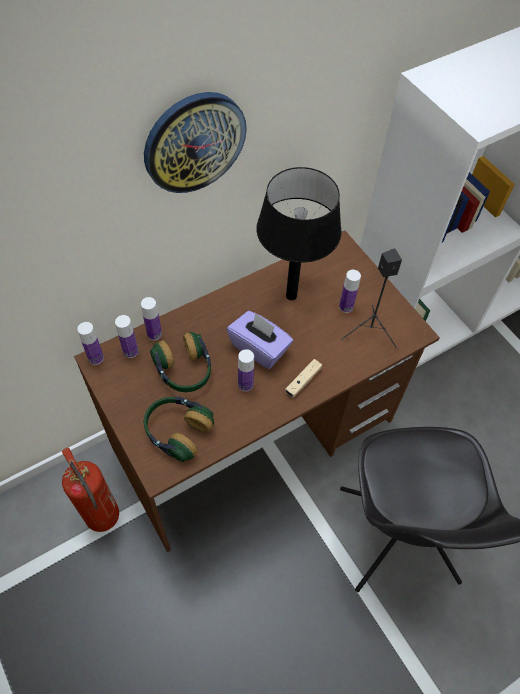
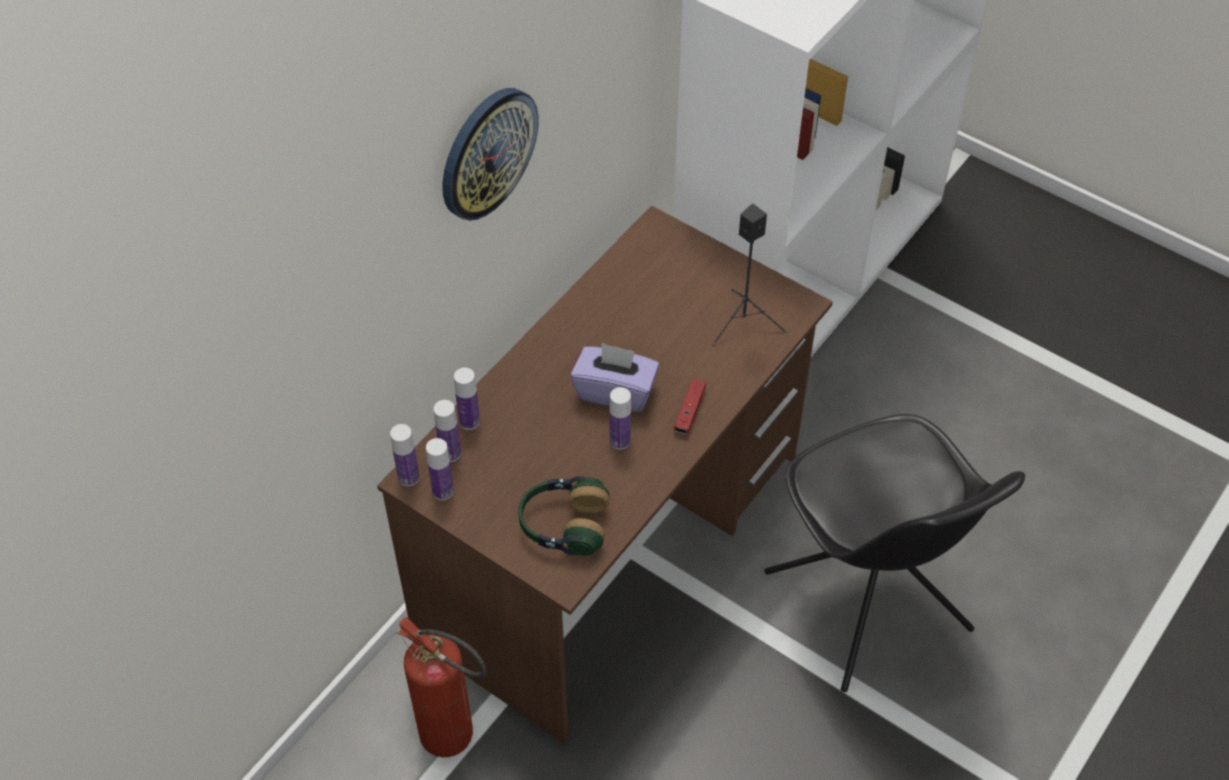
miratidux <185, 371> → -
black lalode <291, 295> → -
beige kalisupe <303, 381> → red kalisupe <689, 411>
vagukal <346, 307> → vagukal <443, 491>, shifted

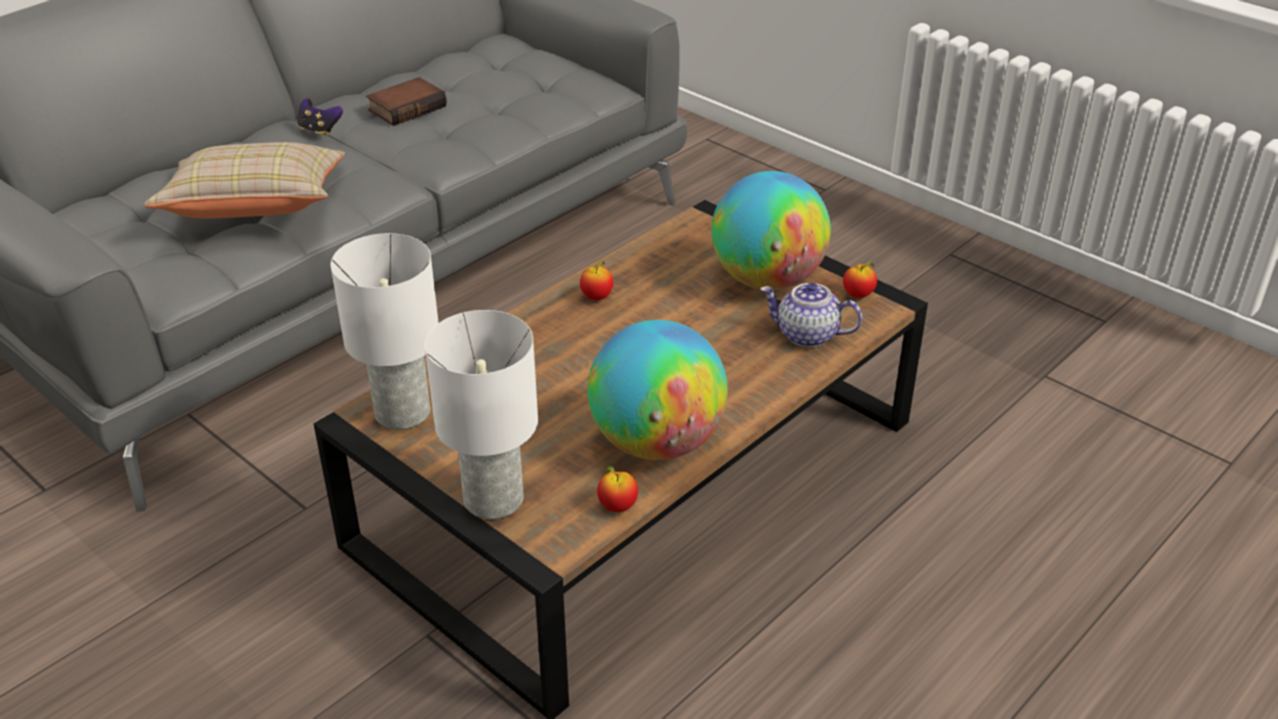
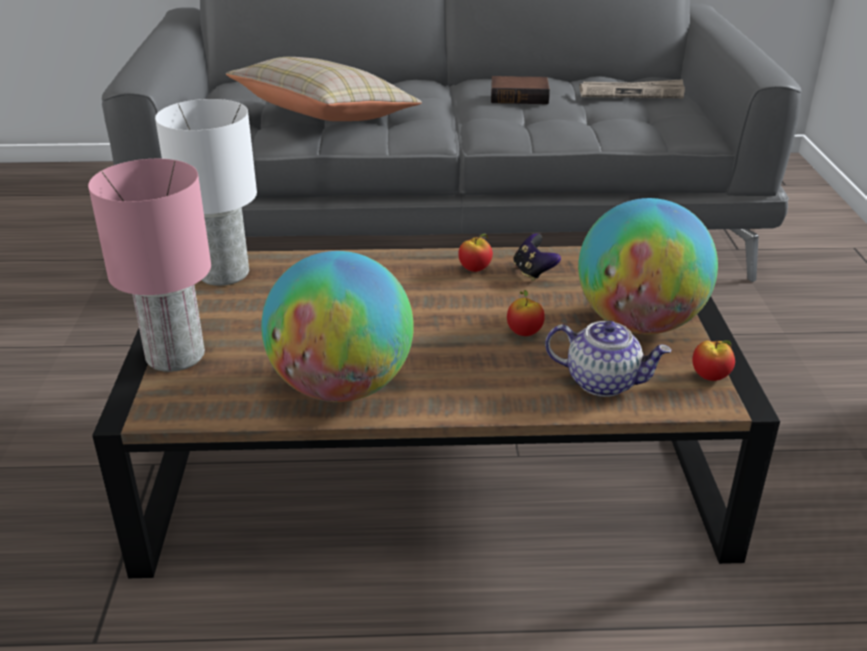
kalisupe <319, 130> → kalisupe <533, 272>, shifted
white lalode <492, 499> → pink lalode <175, 355>
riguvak <617, 506> → riguvak <524, 333>, shifted
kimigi <806, 335> → kimigi <603, 382>, 135 degrees clockwise
- → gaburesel <632, 93>

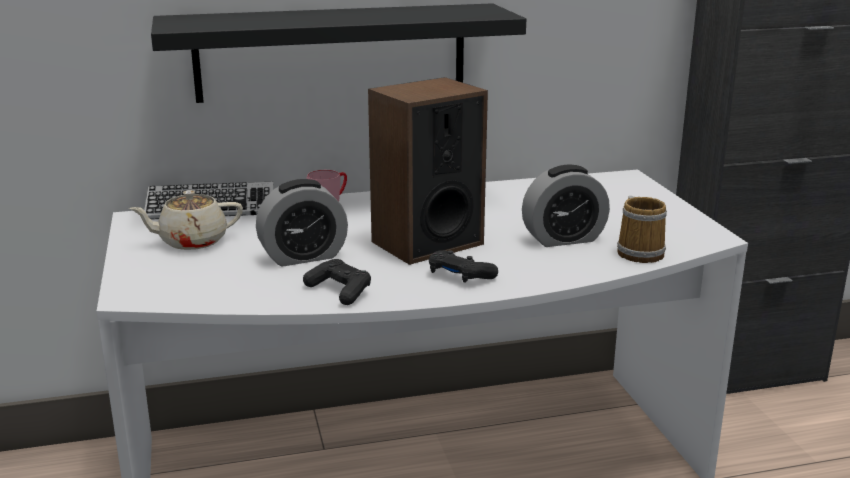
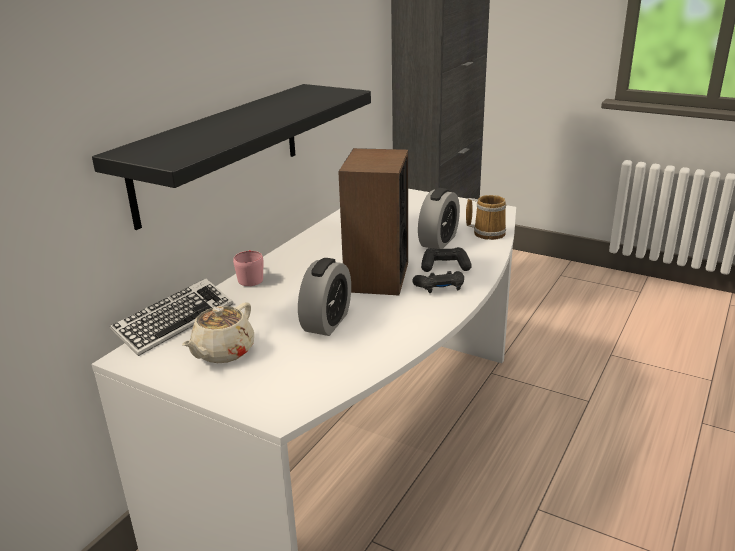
black kalisupe <339, 291> → black kalisupe <445, 266>, shifted

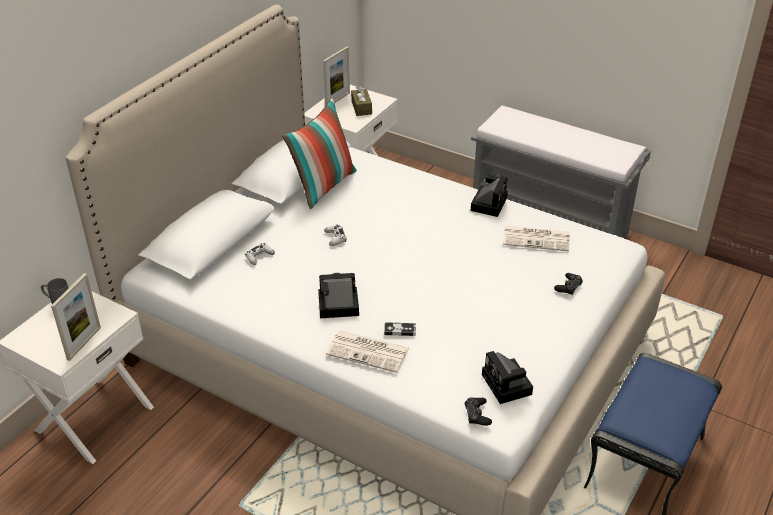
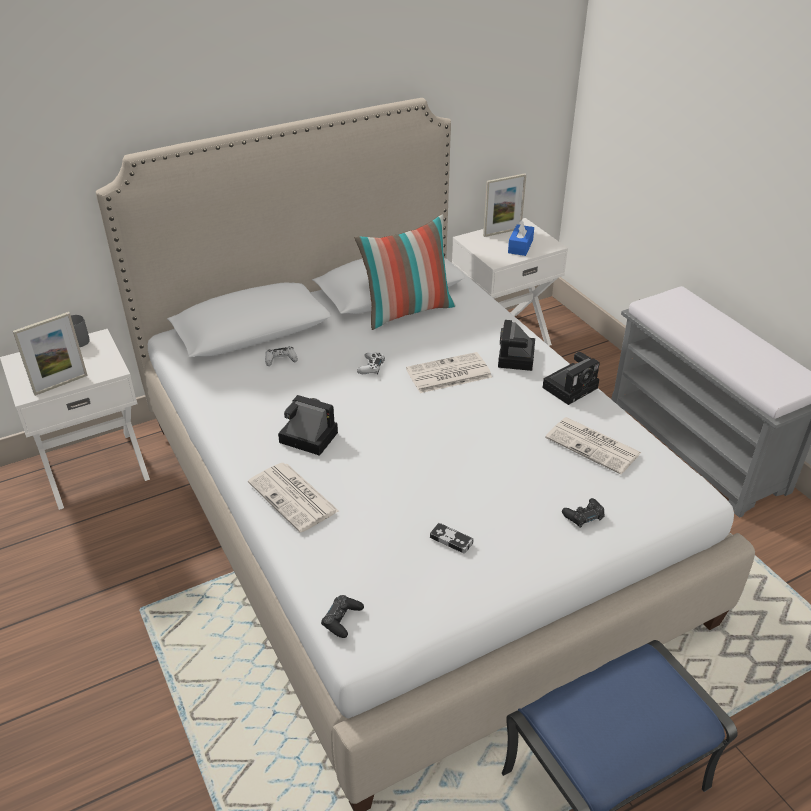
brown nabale <361, 108> → blue nabale <520, 246>
kalisupe <400, 330> → kalisupe <451, 540>, shifted
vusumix <508, 386> → vusumix <516, 358>, shifted
- → gaburesel <448, 374>

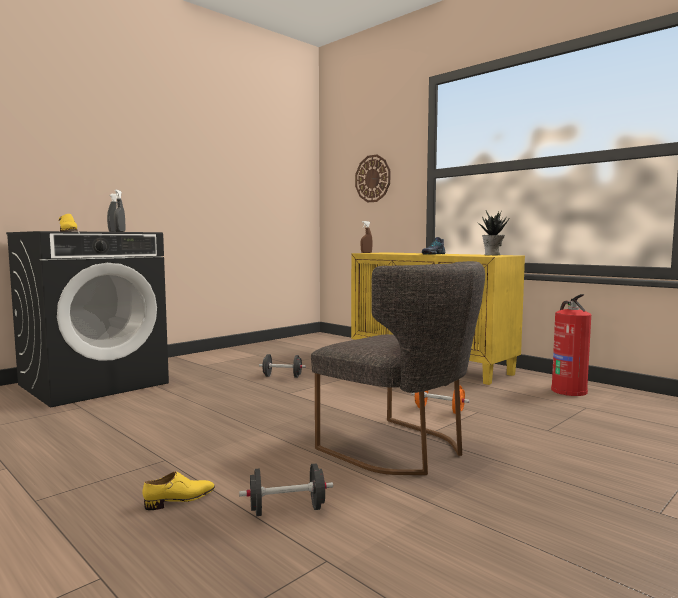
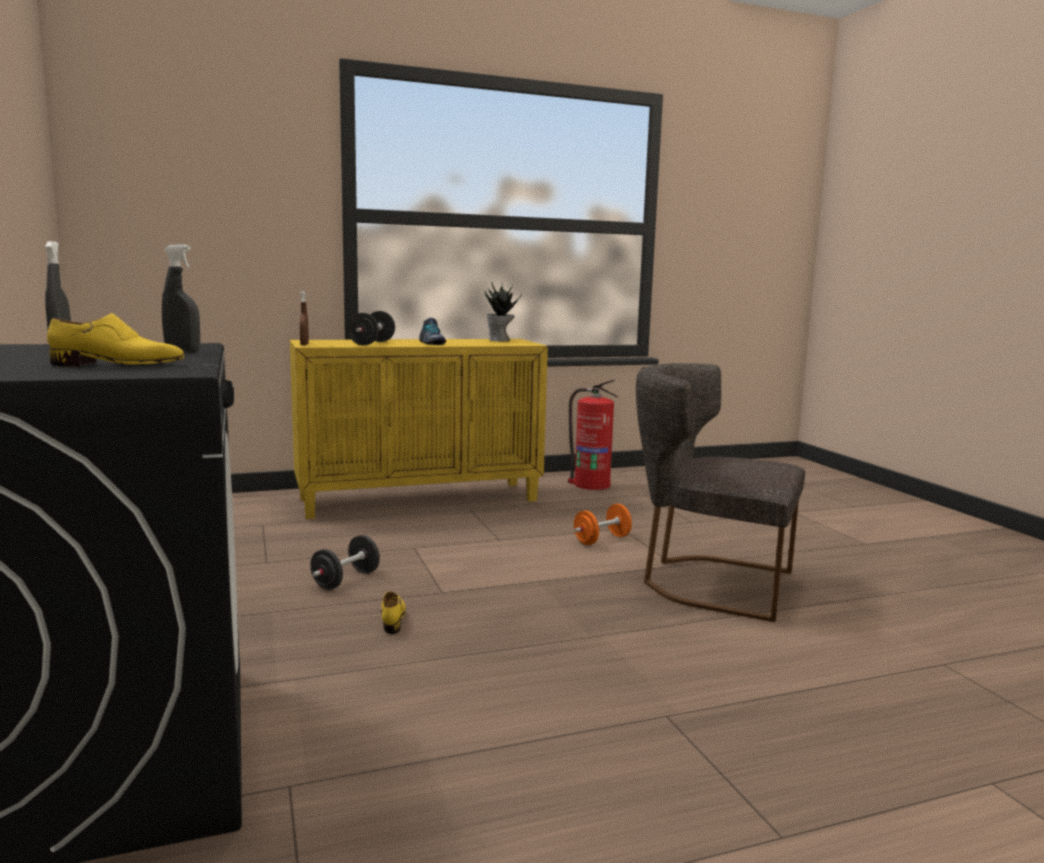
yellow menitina <180, 499> → yellow menitina <393, 618>, shifted
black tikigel <287, 510> → black tikigel <372, 343>, shifted
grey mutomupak <401, 450> → grey mutomupak <708, 582>, 135 degrees counterclockwise
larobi <373, 178> → -

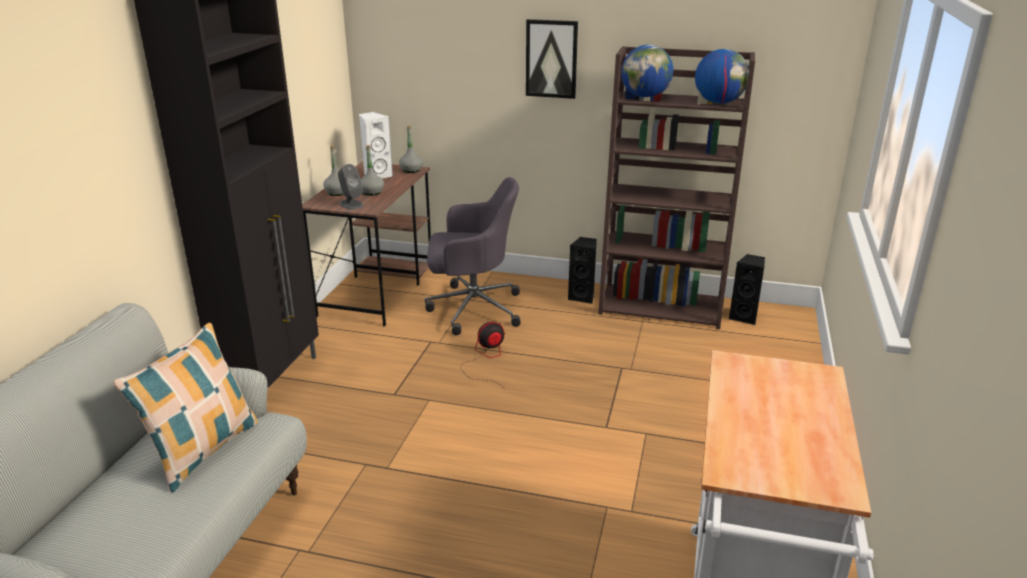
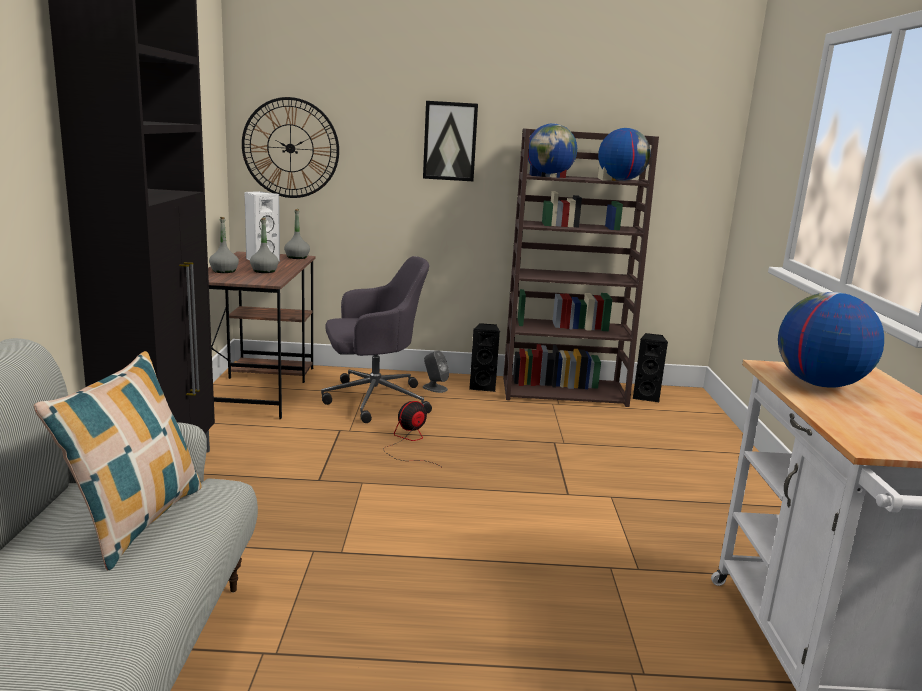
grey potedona <351, 204> → grey potedona <434, 388>, shifted
- → larobi <290, 148>
- → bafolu <819, 384>

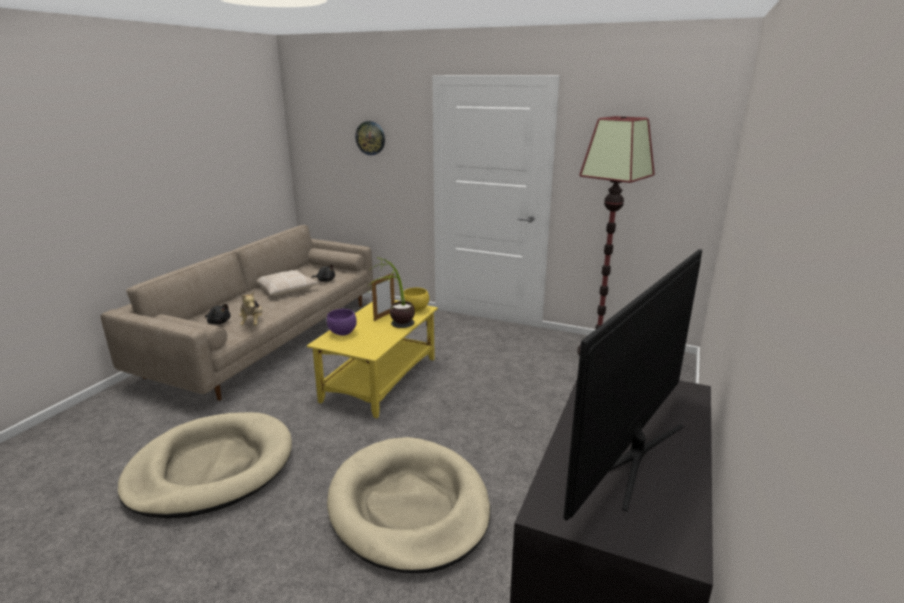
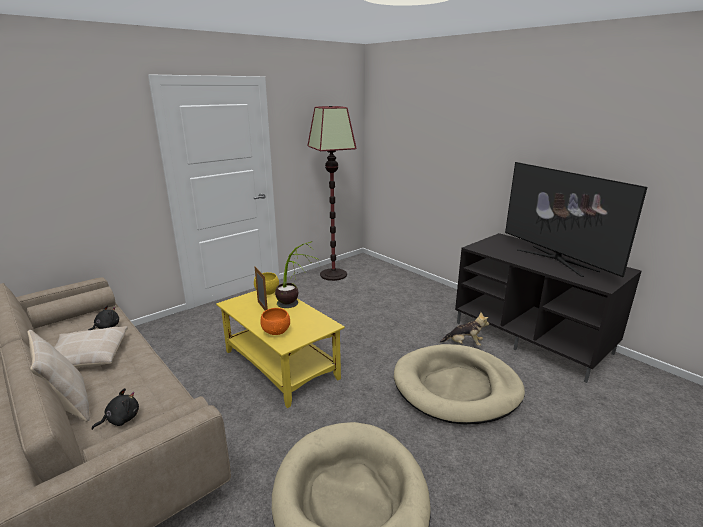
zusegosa <252, 323> → zusegosa <464, 344>, shifted
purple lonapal <343, 333> → orange lonapal <277, 332>
larobi <370, 138> → -
- → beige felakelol <68, 404>

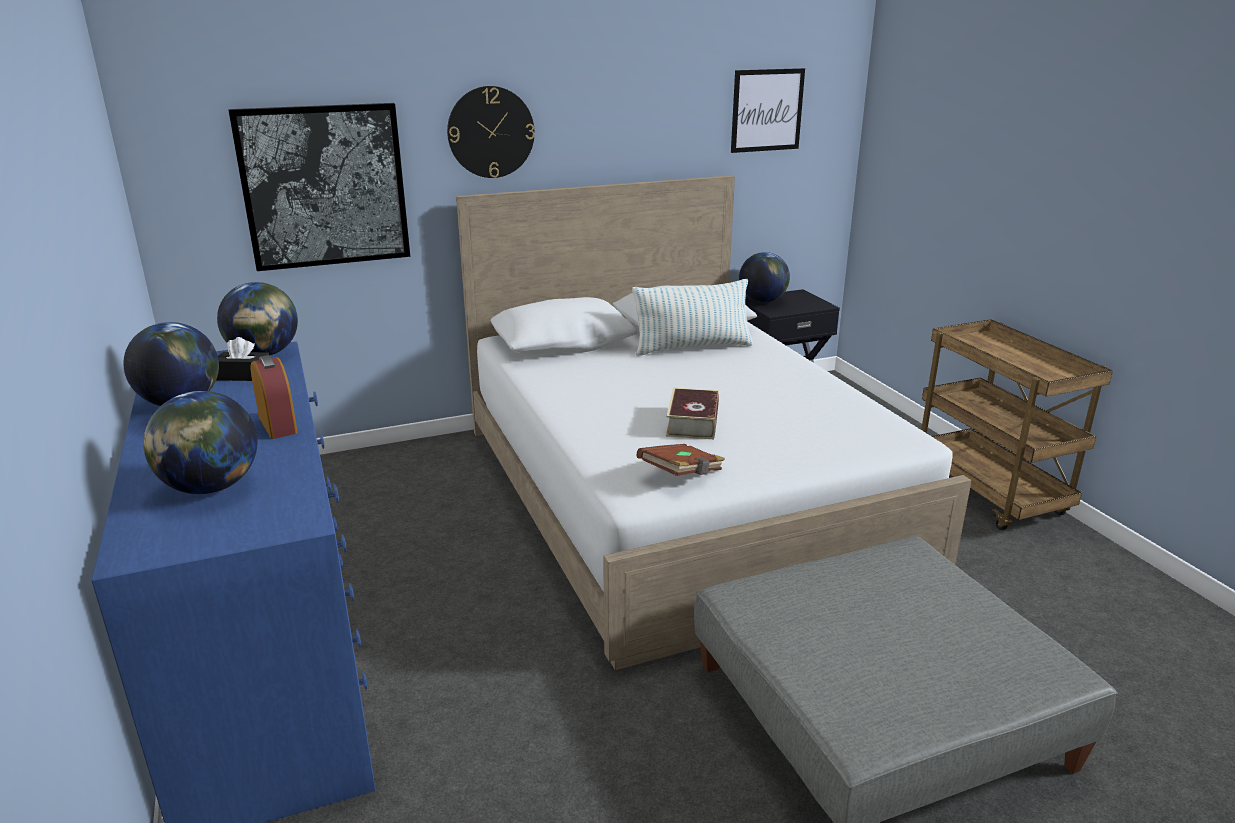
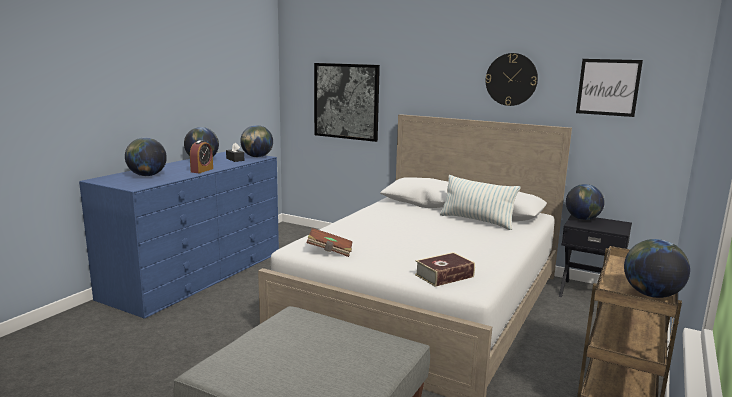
larobi <491, 132> → larobi <511, 79>, shifted
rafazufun <692, 422> → rafazufun <444, 276>, shifted
- → bafolu <651, 294>

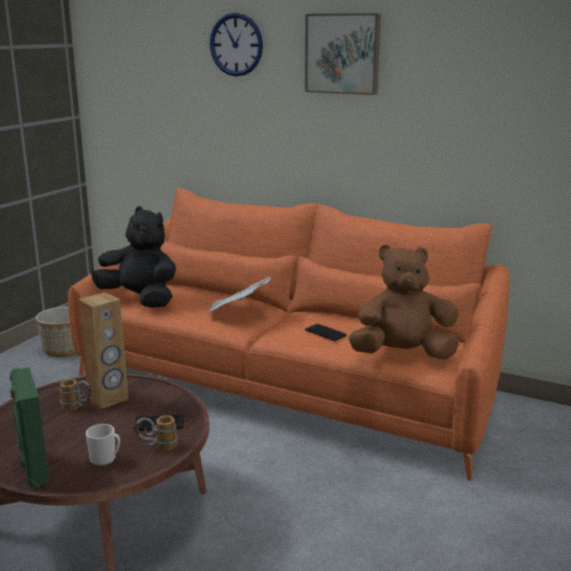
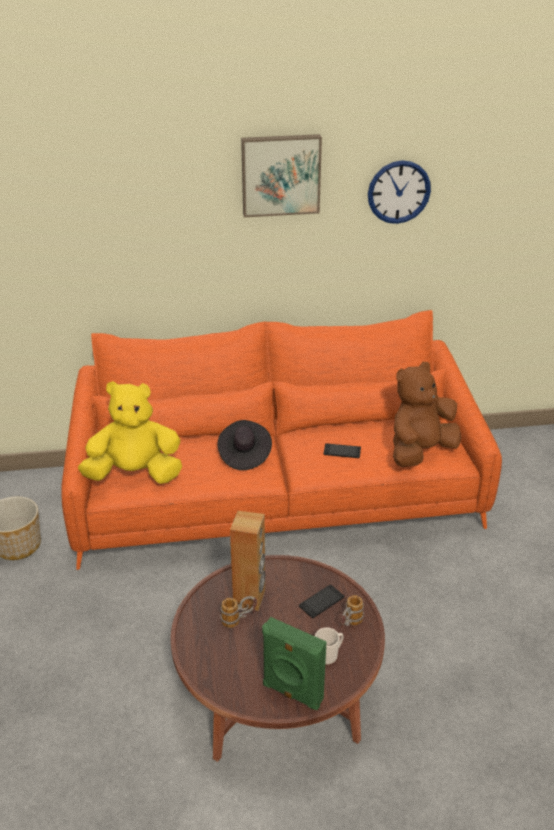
black zusegosa <140, 299> → yellow zusegosa <135, 474>
gaburesel <237, 312> → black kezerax <244, 455>
larobi <236, 44> → larobi <399, 192>, shifted

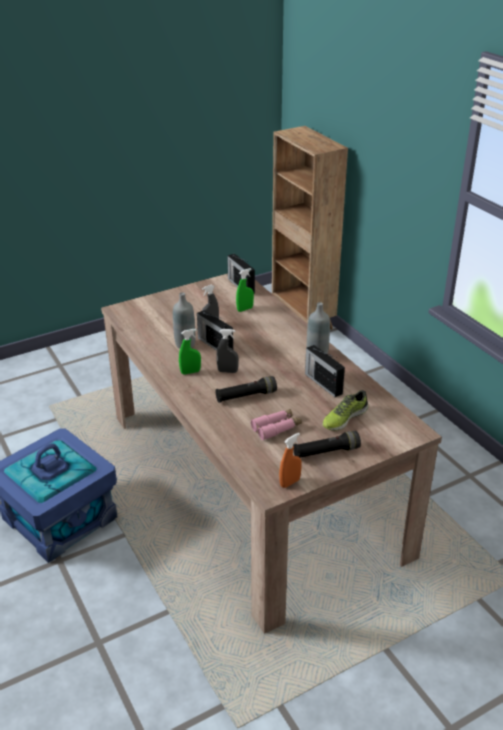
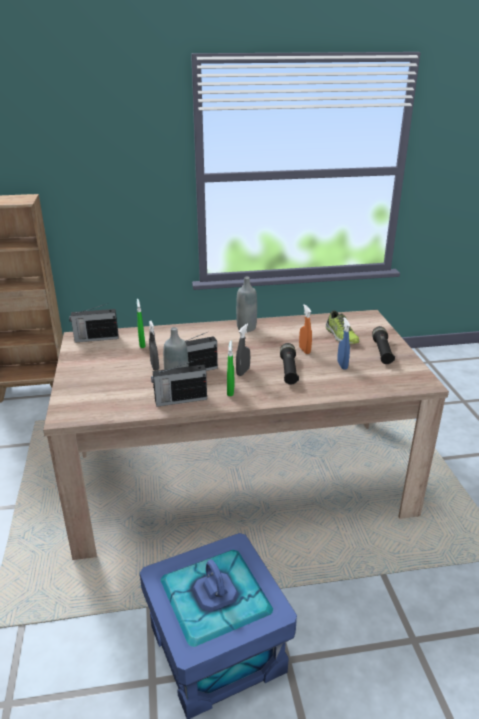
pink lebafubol <276, 428> → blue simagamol <342, 365>
orange simagamol <290, 482> → orange simagamol <304, 350>, shifted
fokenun <323, 383> → fokenun <180, 400>, shifted

